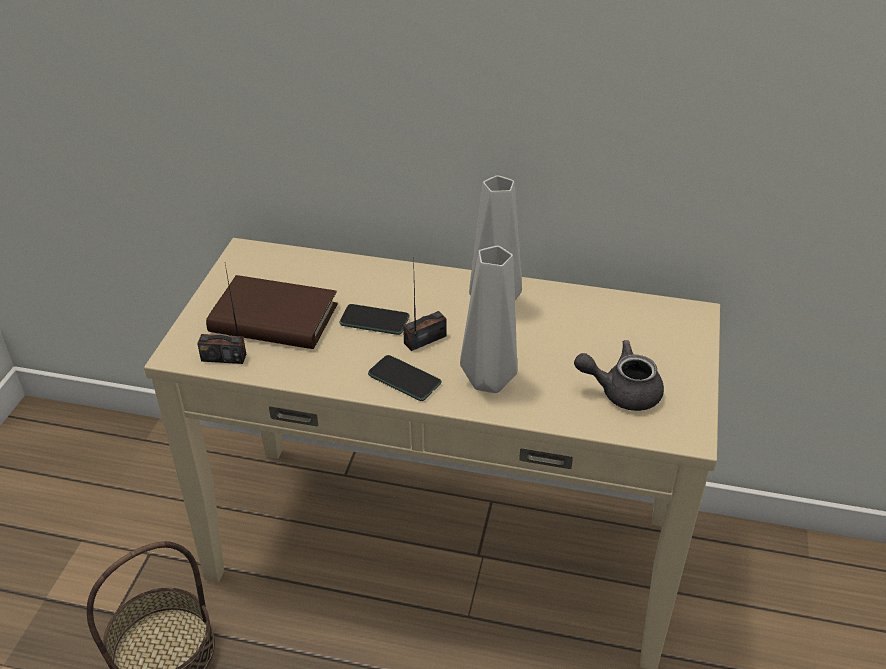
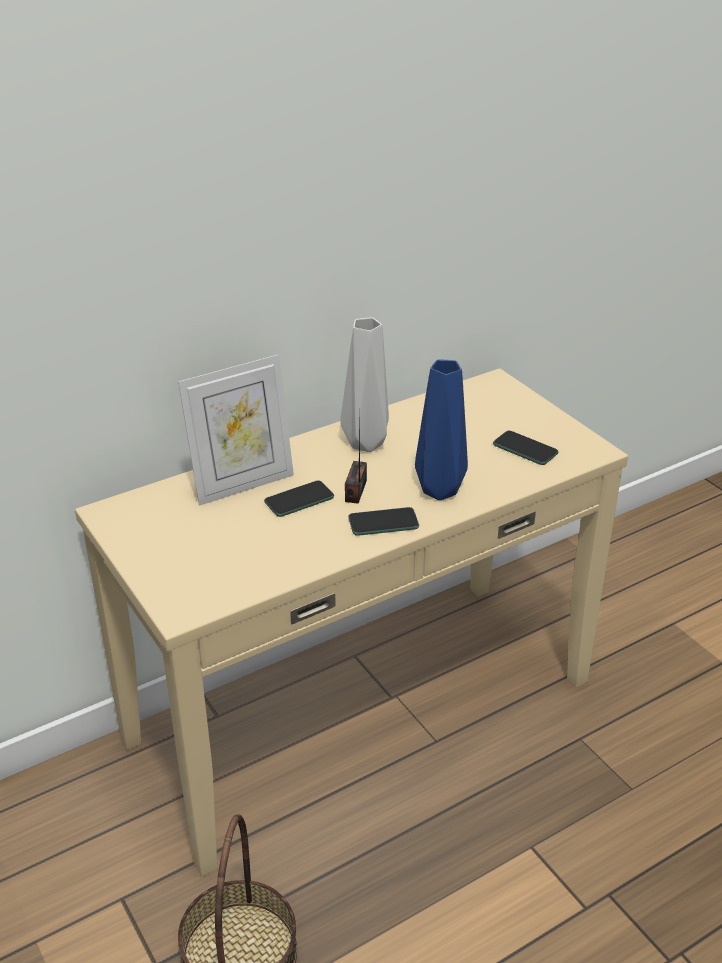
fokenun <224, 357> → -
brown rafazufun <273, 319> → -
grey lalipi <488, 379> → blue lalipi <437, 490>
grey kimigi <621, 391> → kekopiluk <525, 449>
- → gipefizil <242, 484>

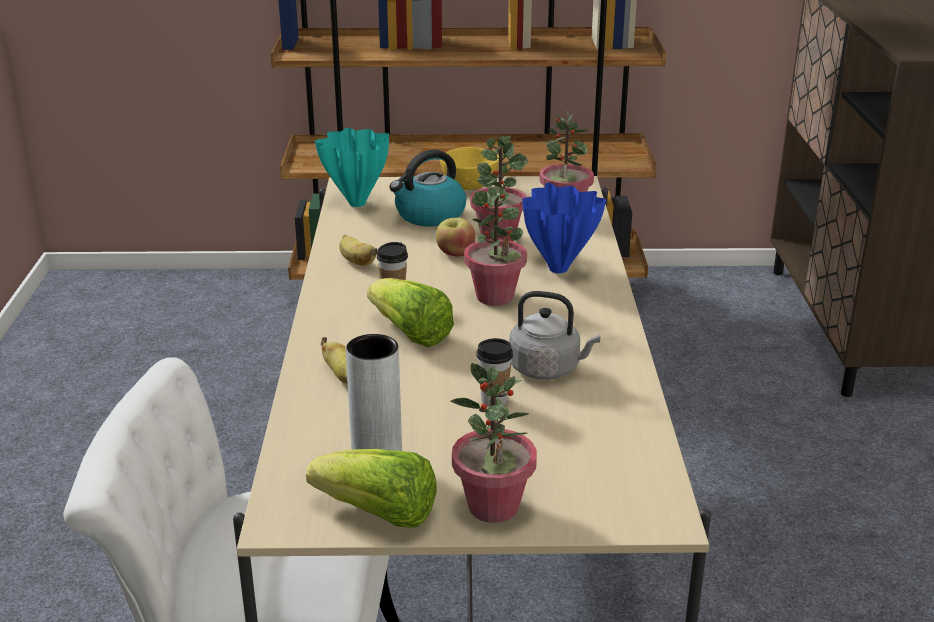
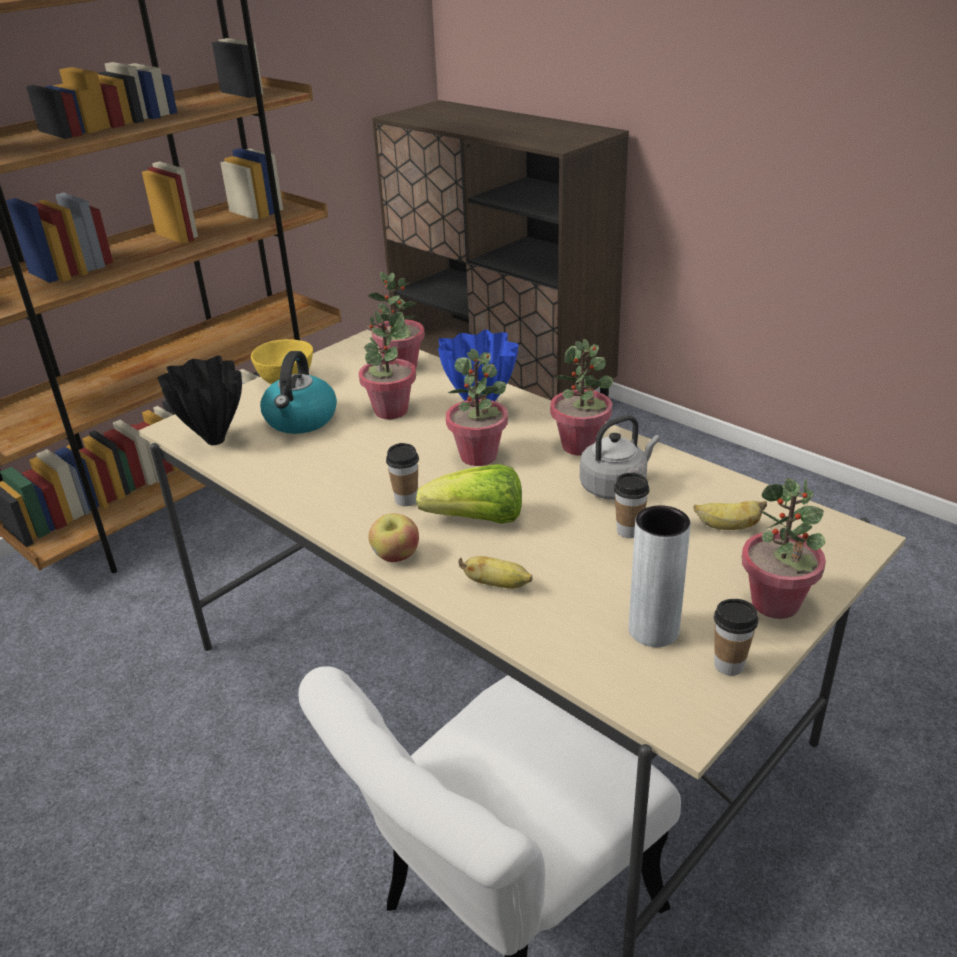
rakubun <378, 514> → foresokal <729, 665>
turquoise lalipi <357, 203> → black lalipi <214, 440>
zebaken <356, 262> → zebaken <727, 527>, shifted
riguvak <455, 253> → riguvak <396, 556>, shifted
- → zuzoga <580, 446>

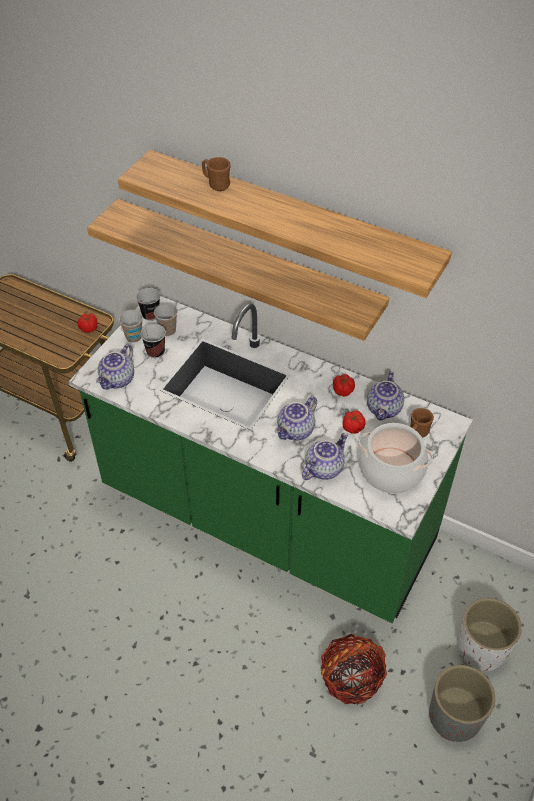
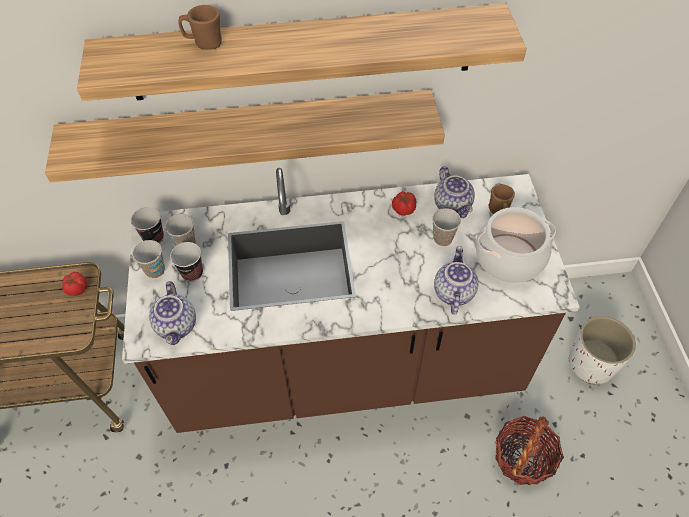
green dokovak <267, 518> → brown dokovak <346, 366>
kimigi <296, 431> → -
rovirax <352, 428> → foresokal <442, 239>
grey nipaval <454, 716> → -

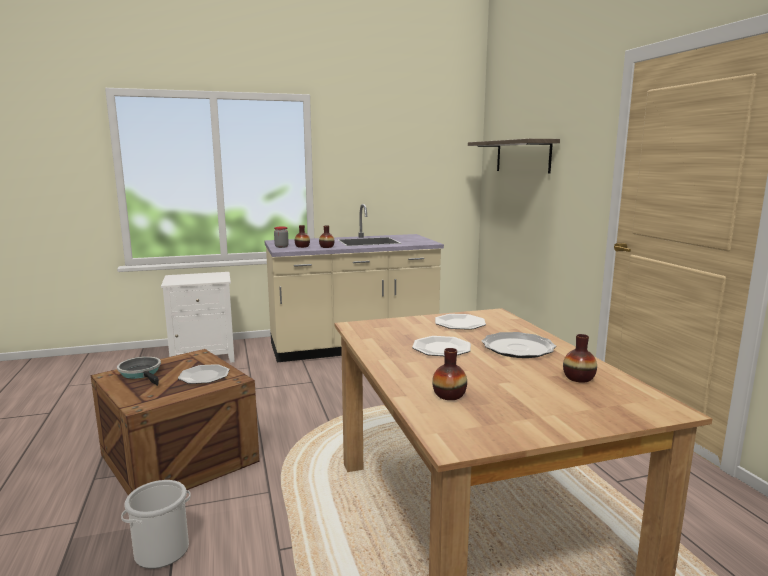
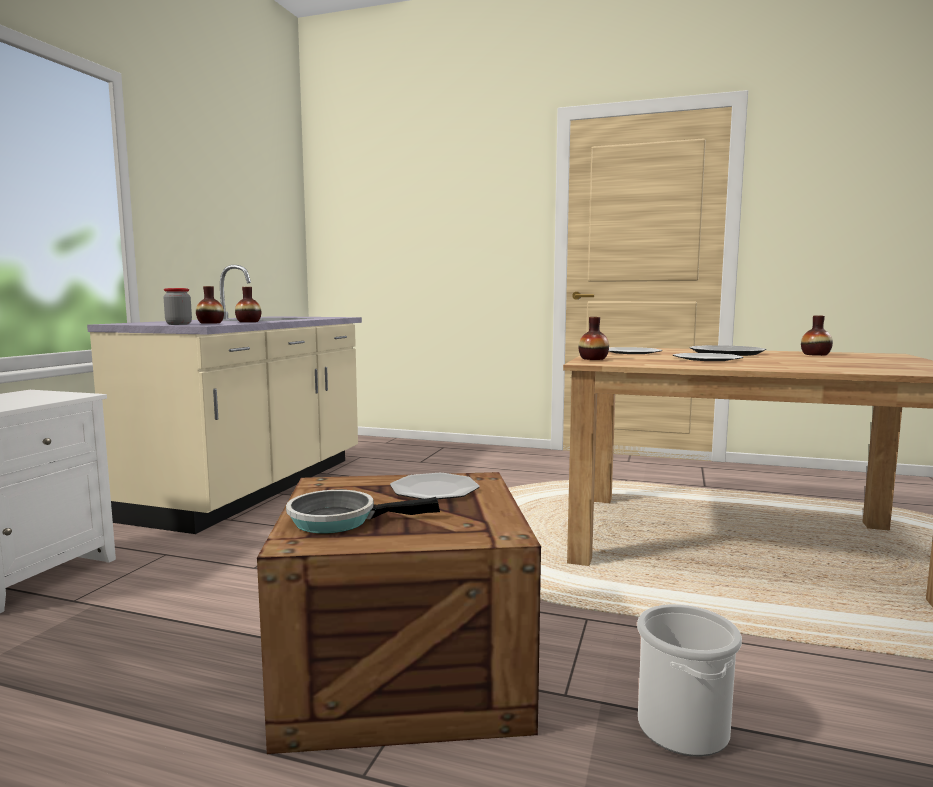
lalipi <449, 395> → lalipi <593, 359>, shifted
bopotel <522, 156> → -

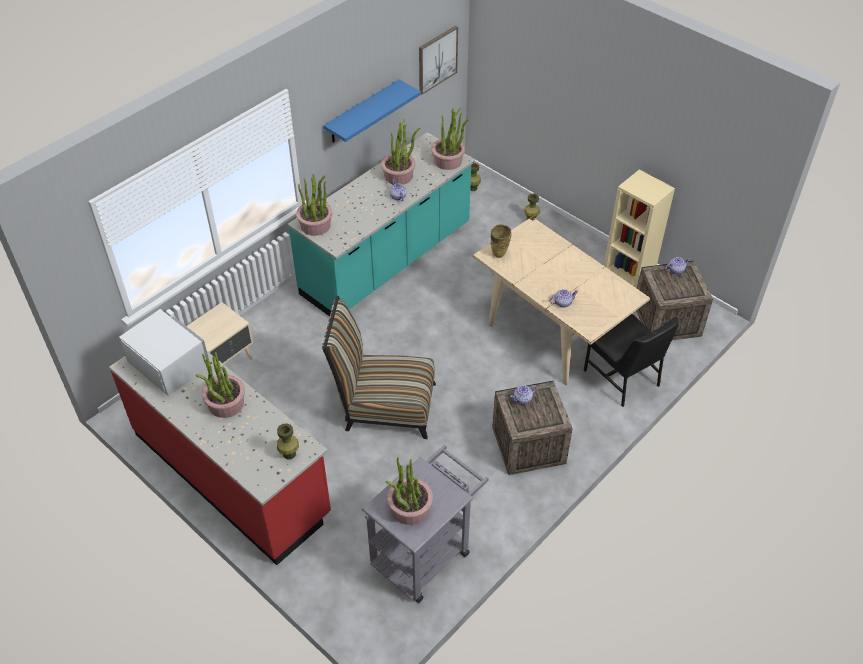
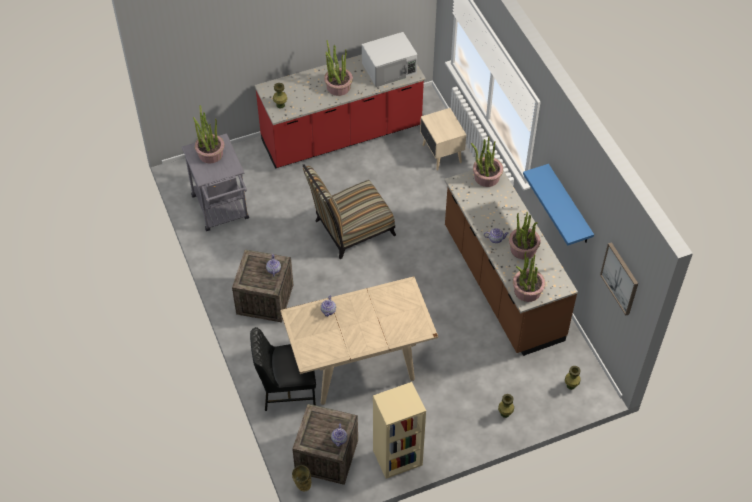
turquoise dokovak <387, 261> → brown dokovak <501, 284>
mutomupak <384, 405> → mutomupak <350, 230>, 150 degrees counterclockwise
beige lalipi <499, 255> → beige lalipi <302, 486>, shifted

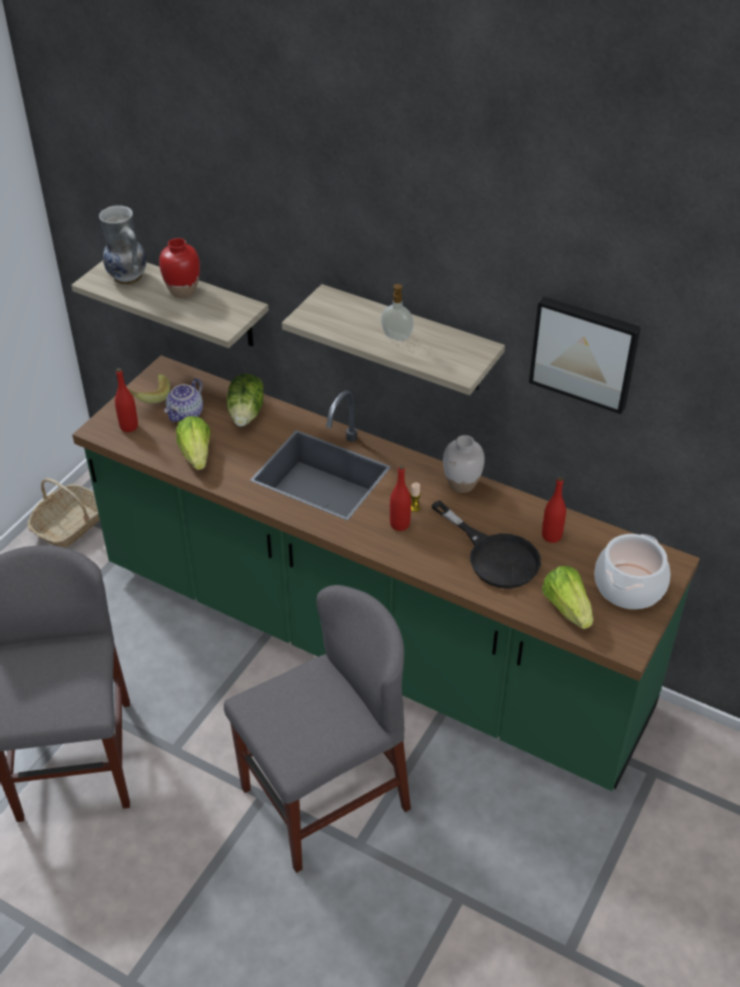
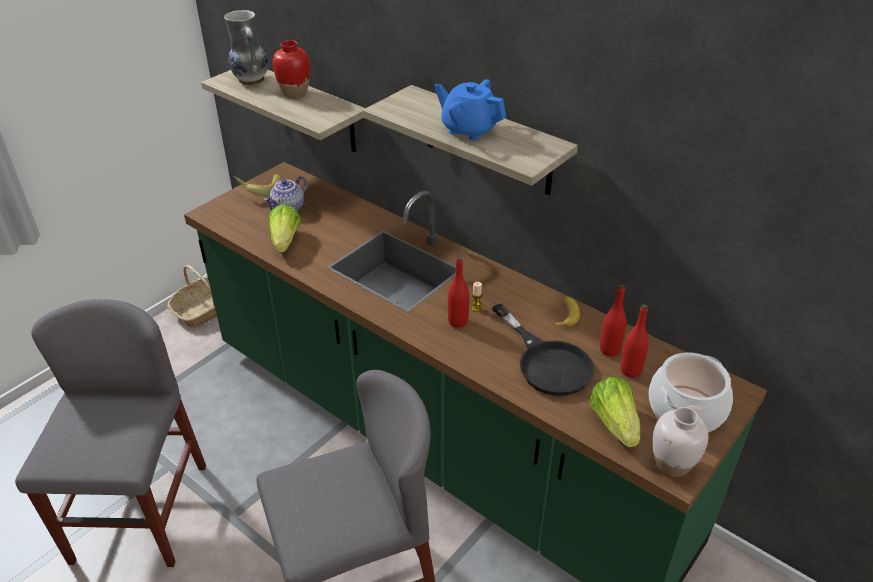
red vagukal <129, 427> → red vagukal <630, 371>, shifted
rakubun <247, 413> → -
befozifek <396, 337> → blue kimigi <469, 129>
white lalipi <462, 484> → white lalipi <672, 465>, shifted
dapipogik <584, 352> → -
- → zebaken <565, 315>

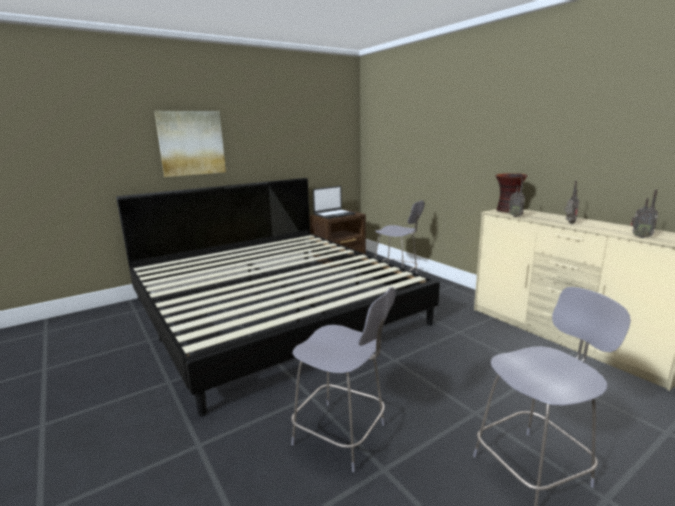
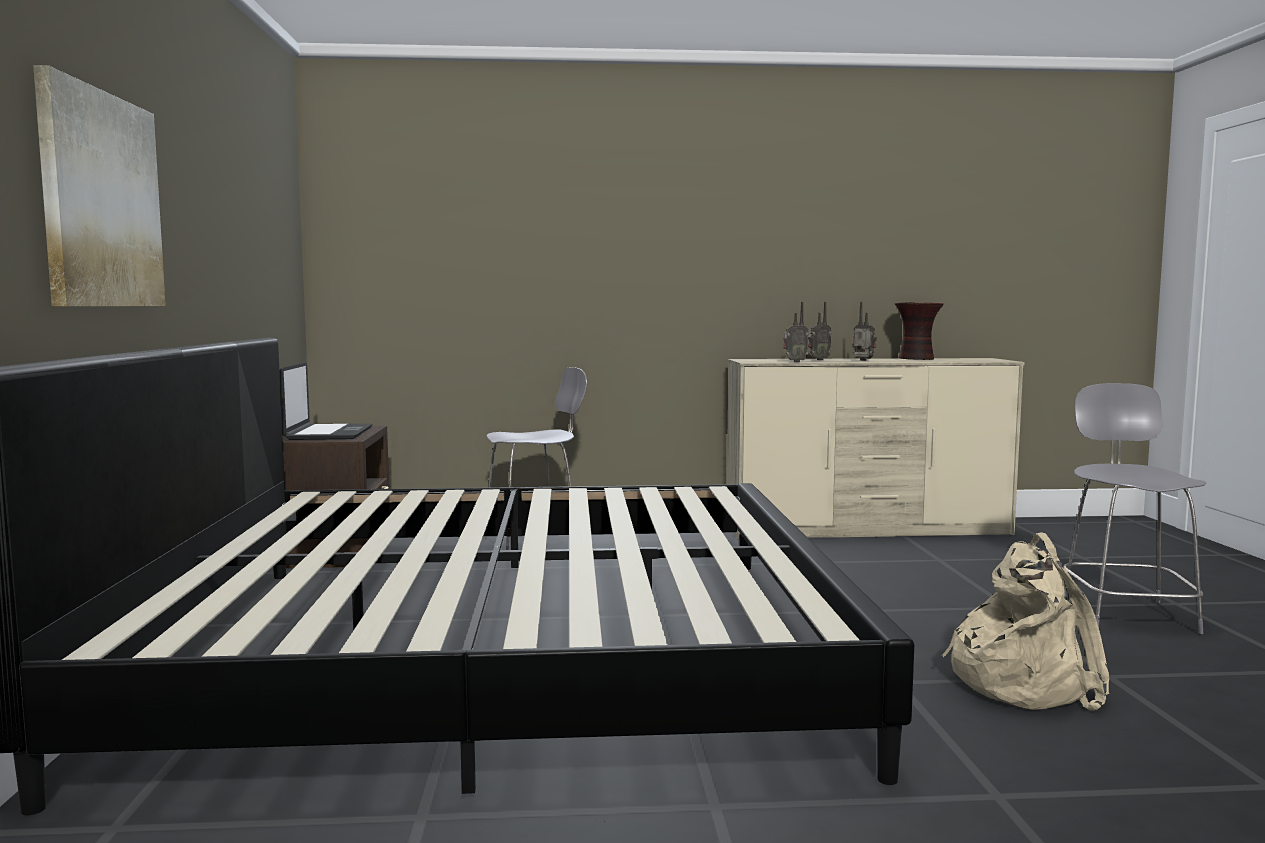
grey mutomupak <342, 436> → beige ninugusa <1023, 682>
lalipi <507, 211> → lalipi <917, 359>, shifted
fokenun <640, 237> → fokenun <817, 360>, shifted

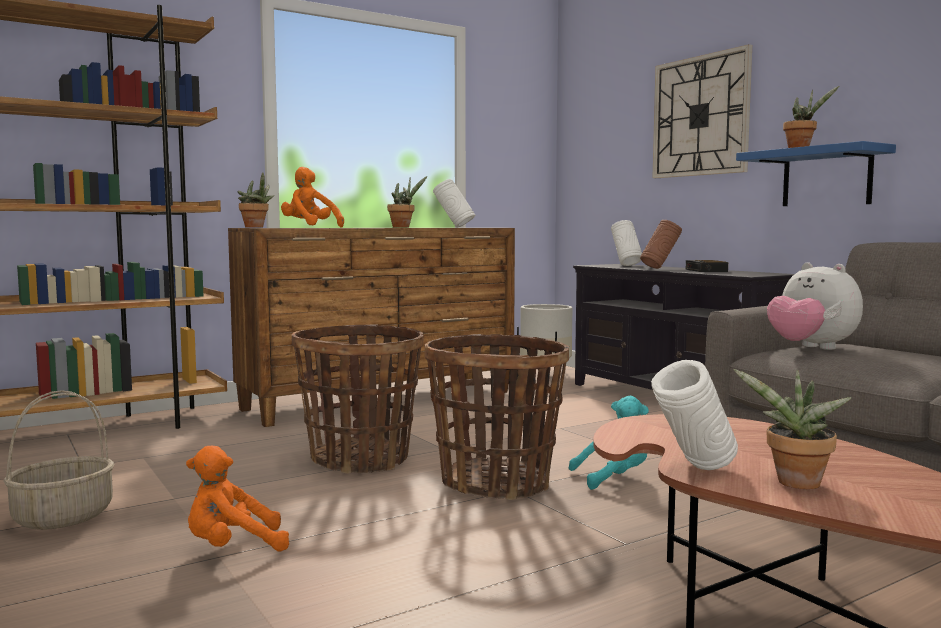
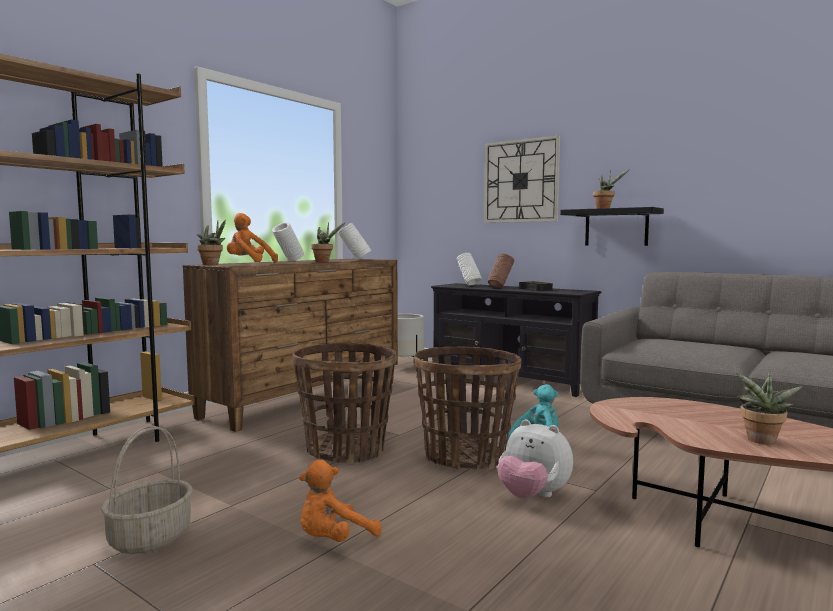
white lalipi <694, 470> → white lalipi <289, 261>, shifted
blue bopotel <826, 177> → black bopotel <616, 227>
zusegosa <811, 348> → zusegosa <533, 496>, shifted

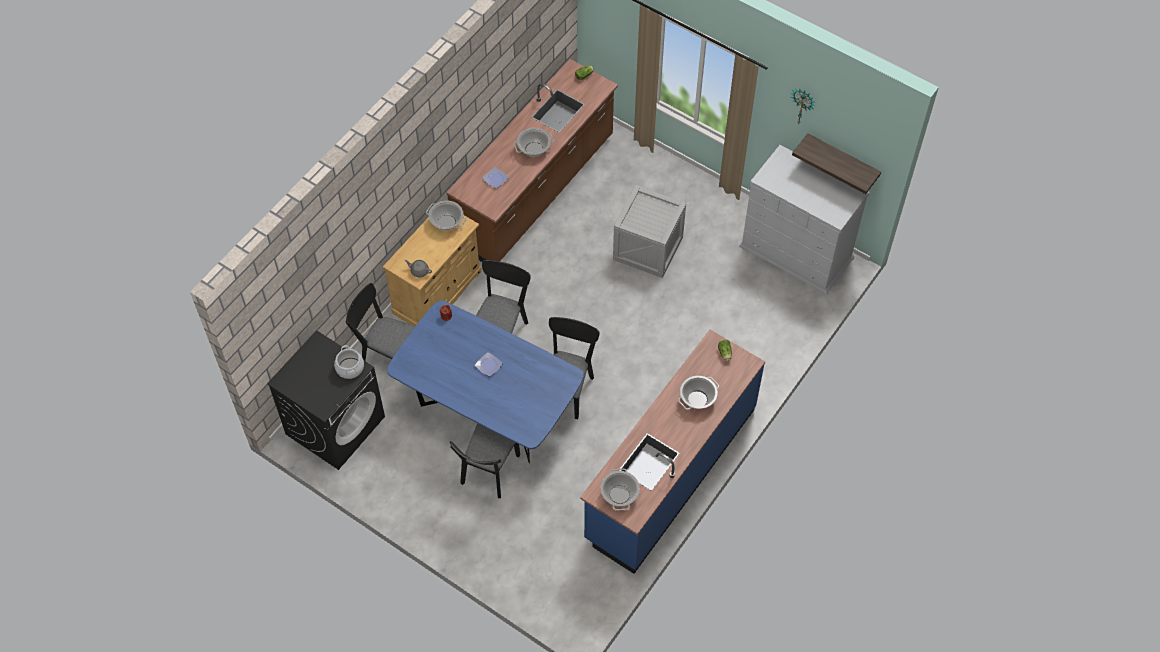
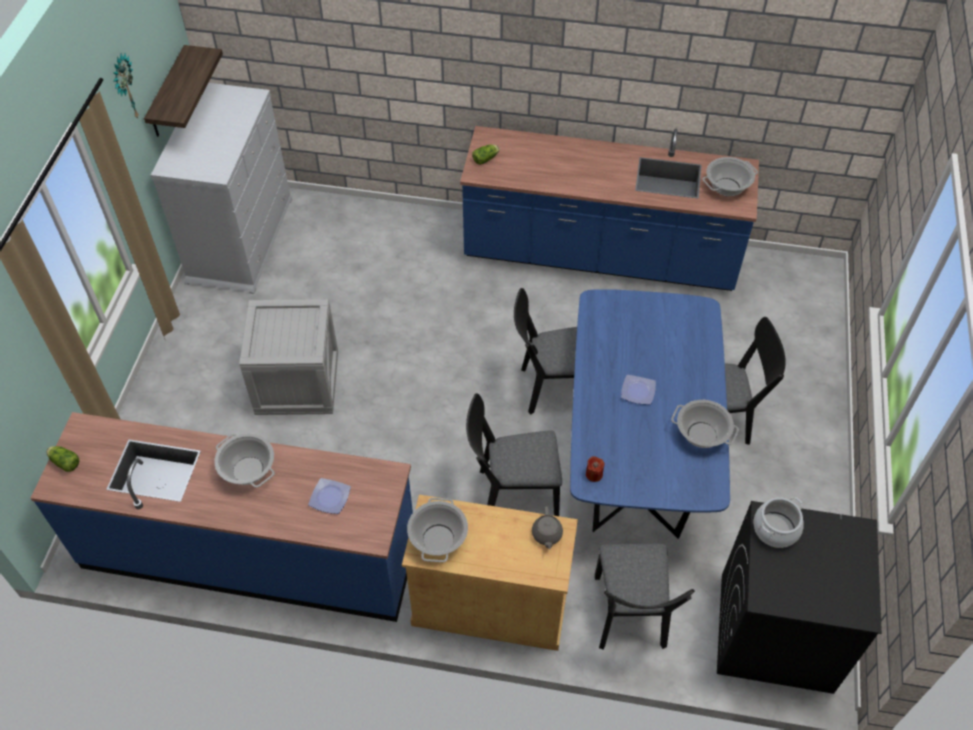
brown dokovak <536, 192> → blue dokovak <250, 553>
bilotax <697, 399> → bilotax <701, 434>, shifted

